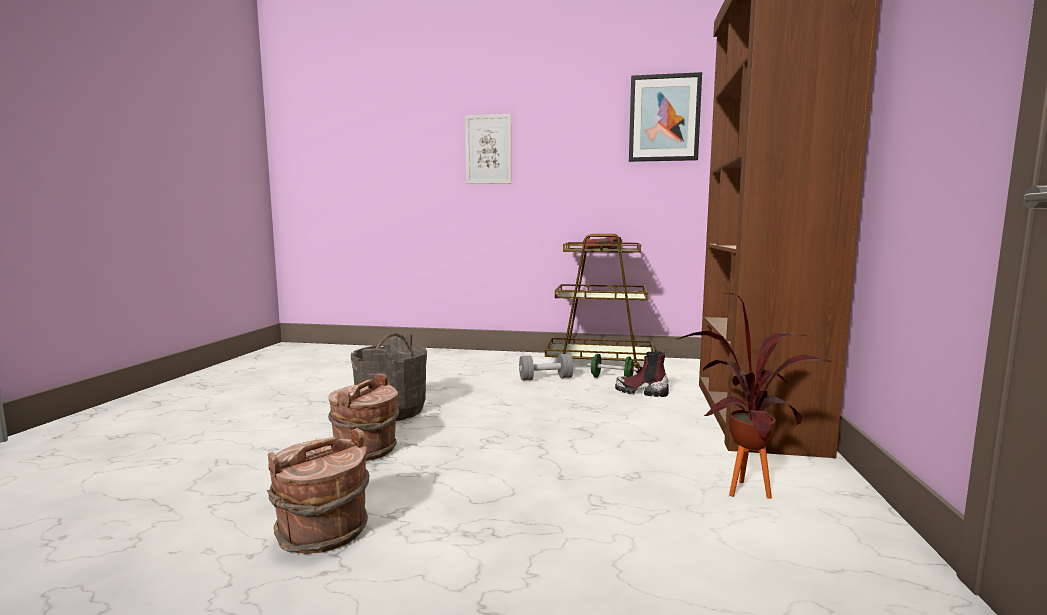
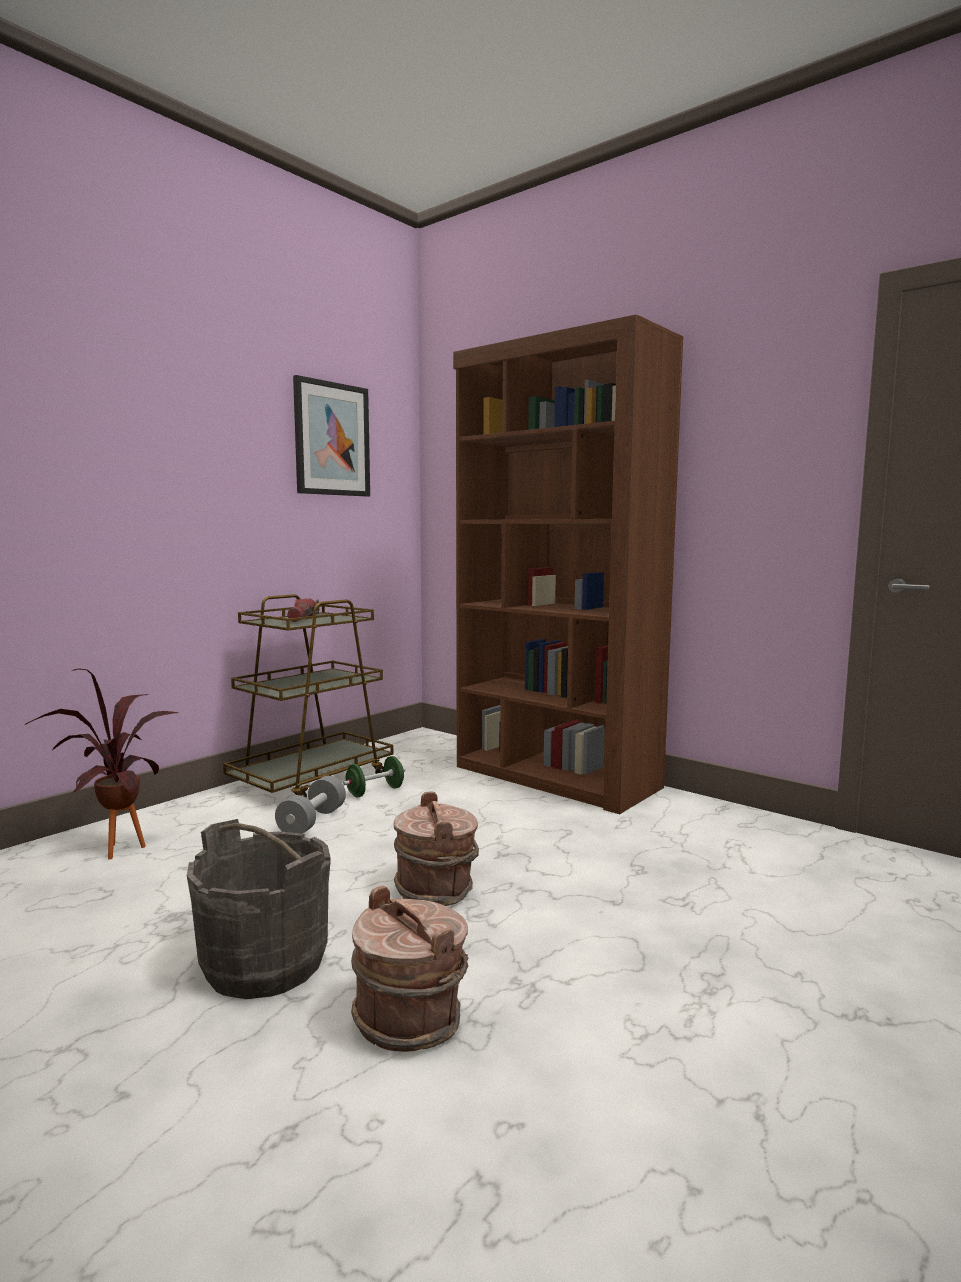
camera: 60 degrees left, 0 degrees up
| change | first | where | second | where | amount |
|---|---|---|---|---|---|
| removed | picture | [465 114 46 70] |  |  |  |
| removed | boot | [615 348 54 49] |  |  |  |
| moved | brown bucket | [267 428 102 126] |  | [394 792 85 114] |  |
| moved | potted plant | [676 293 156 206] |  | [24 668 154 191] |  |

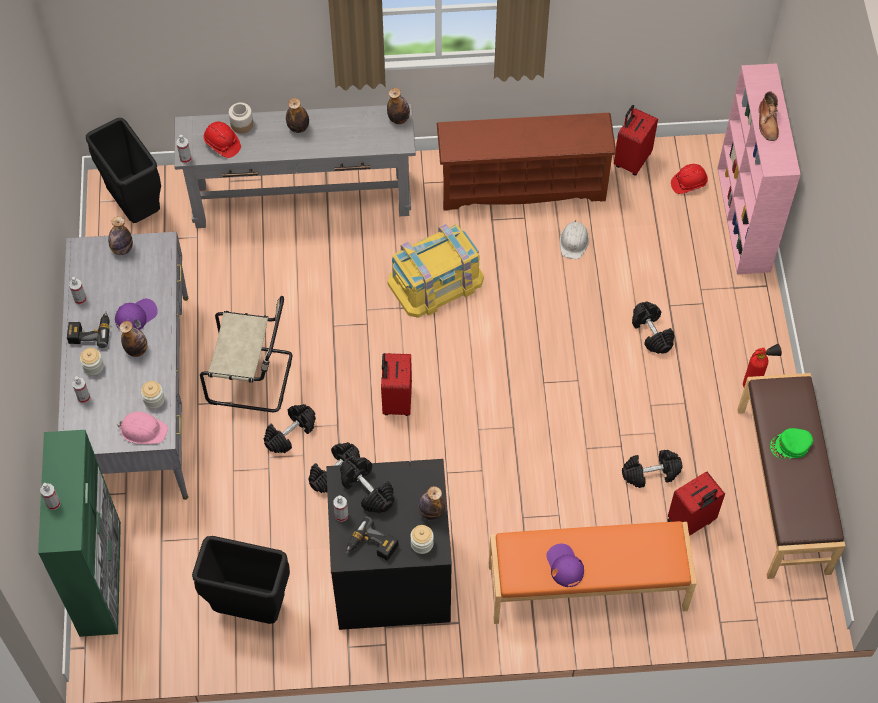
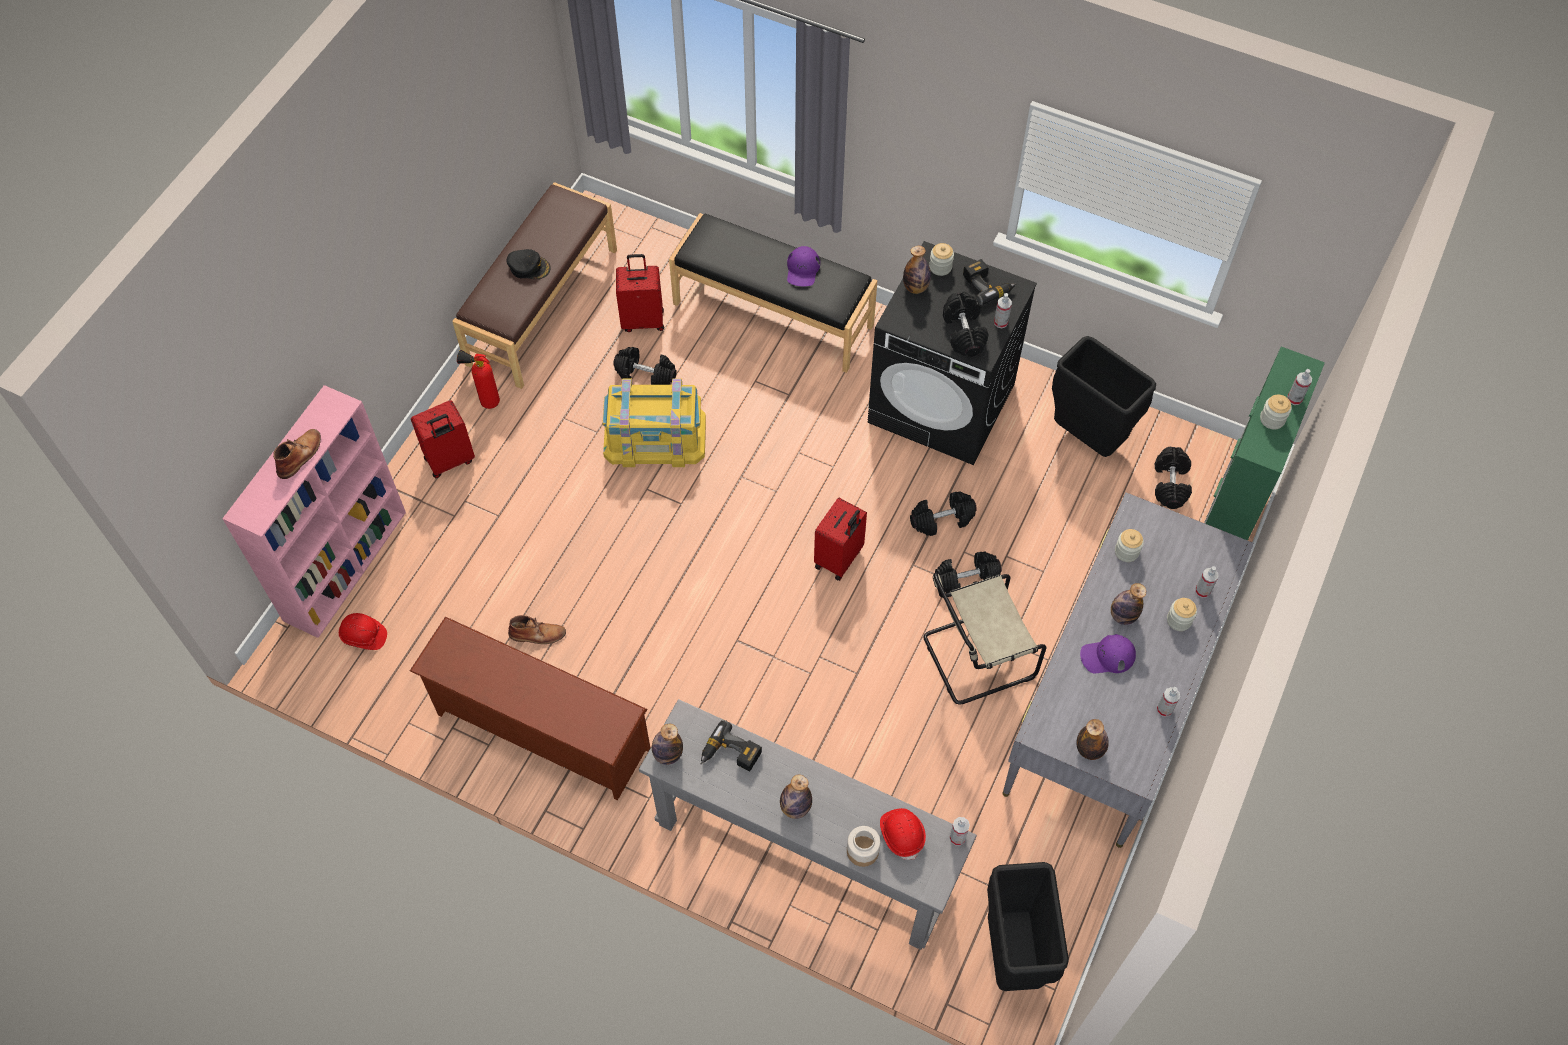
camera: 150 degrees left, 0 degrees up
| change | first | where | second | where | amount |
|---|---|---|---|---|---|
| removed | pink hard hat | [117 412 51 32] |  |  |  |
| added |  |  | jar | [1260 395 32 35] |  |
| moved | power drill | [67 312 43 36] |  | [701 720 61 52] |  |
| moved | yellow storage box | [388 223 96 95] |  | [602 378 104 89] |  |
| moved | red suitcase | [614 105 44 71] |  | [411 400 64 78] |  |
| moved | black dumbbell | [632 301 43 53] |  | [1155 447 37 62] |  |
| replaced | white hard hat | [560 220 29 39] | brown boot | [508 615 58 29] |  |
| recoloured | orange bench | [489 521 208 103] | black bench | [669 213 208 160] |  |
| recoloured | green cap | [770 428 43 31] | black cap | [506 249 45 30] |  |
| turned | beige chair | [200 296 92 116] |  | [923 573 123 132] | 60 degrees counterclockwise |

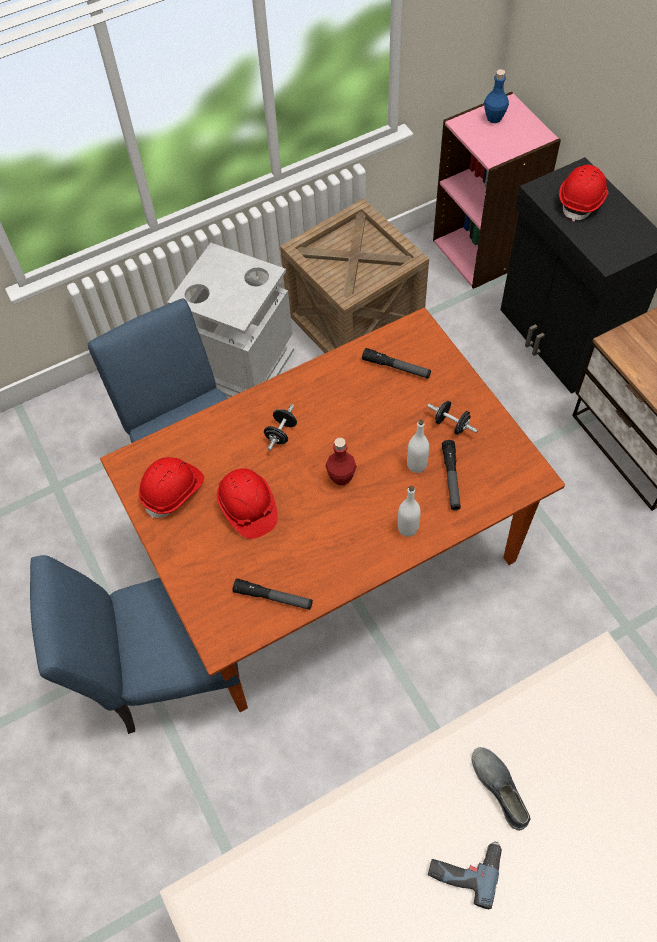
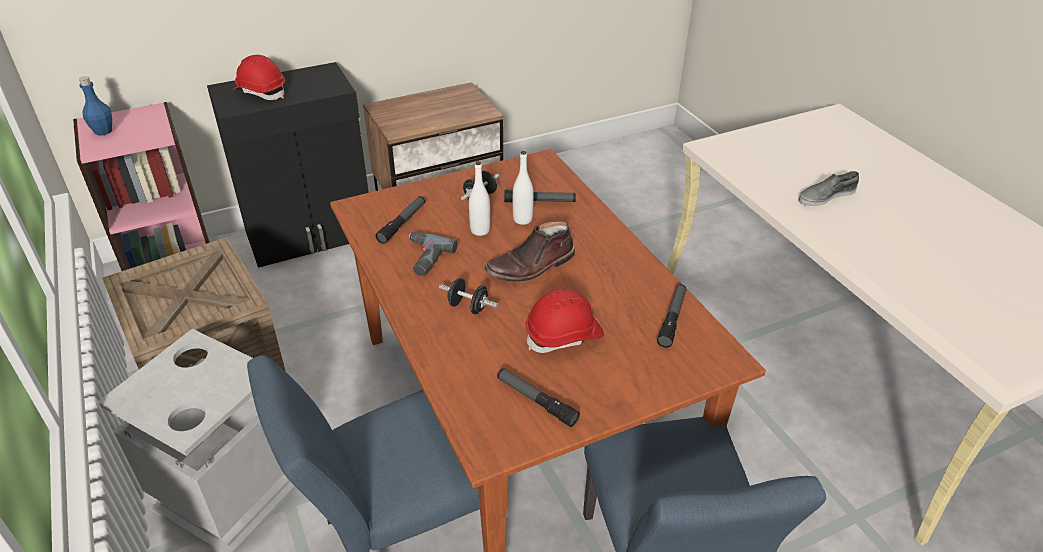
camera: 90 degrees left, 20 degrees down
| change | first | where | second | where | amount |
|---|---|---|---|---|---|
| moved | white bottle | [398 486 23 51] |  | [469 161 21 75] |  |
| moved | power drill | [428 841 74 68] |  | [408 231 50 45] |  |
| replaced | red hard hat | [139 457 65 62] | flashlight | [497 368 83 59] |  |
| replaced | red bottle | [326 438 31 47] | brown boot | [484 221 91 61] |  |

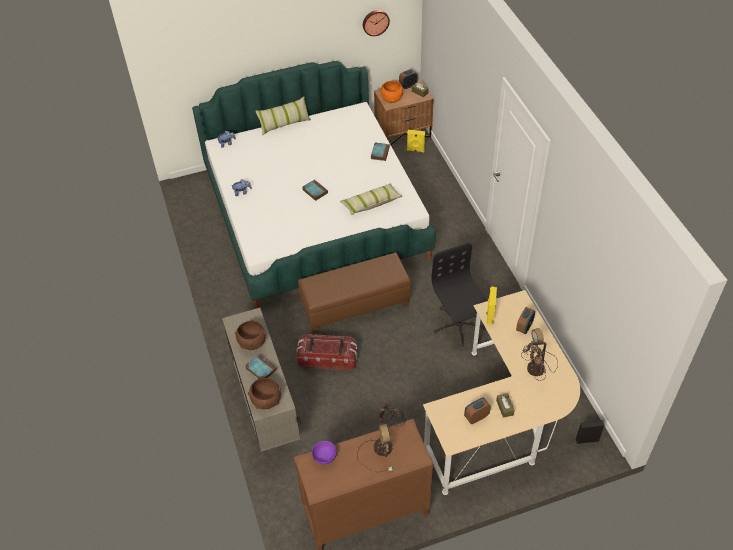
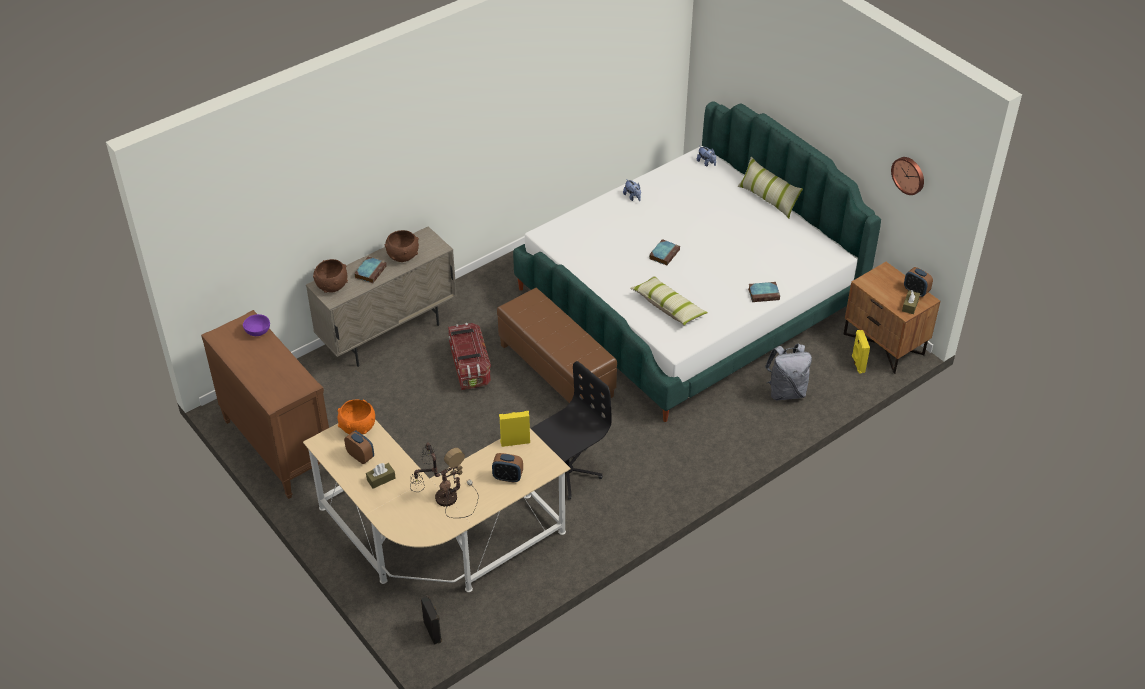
camera: 70 degrees right, 5 degrees down
| change | first | where | second | where | amount |
|---|---|---|---|---|---|
| removed | table lamp | [357 404 48 68] |  |  |  |
| added |  |  | grey backpack | [765 344 47 56] |  |
| moved | orange bowl | [381 81 22 22] |  | [338 399 37 35] |  |

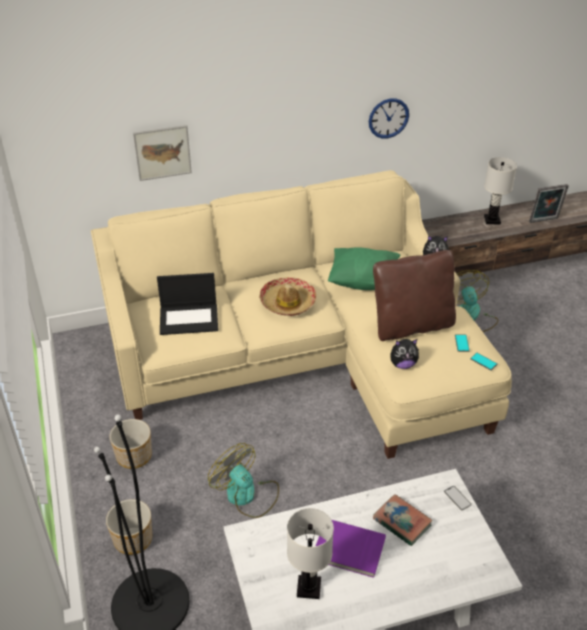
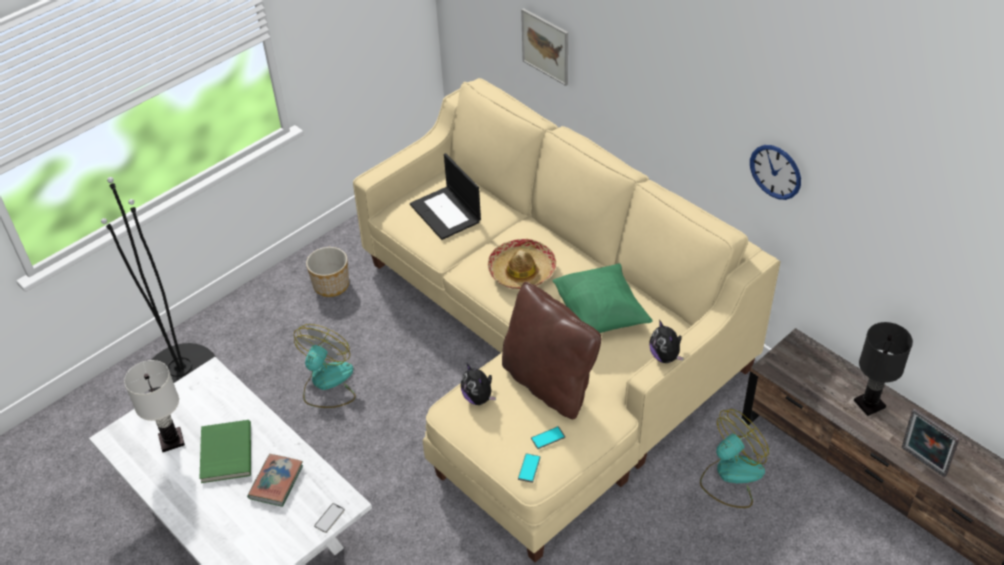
camera: 65 degrees right, 5 degrees up
| change | first | where | second | where | amount |
|---|---|---|---|---|---|
| removed | planter | [106 499 46 56] |  |  |  |
| recoloured | purple book | [316 520 70 58] | green book | [199 420 52 63] |  |
| recoloured | white table lamp | [484 157 33 67] | black table lamp | [854 322 59 94] |  |

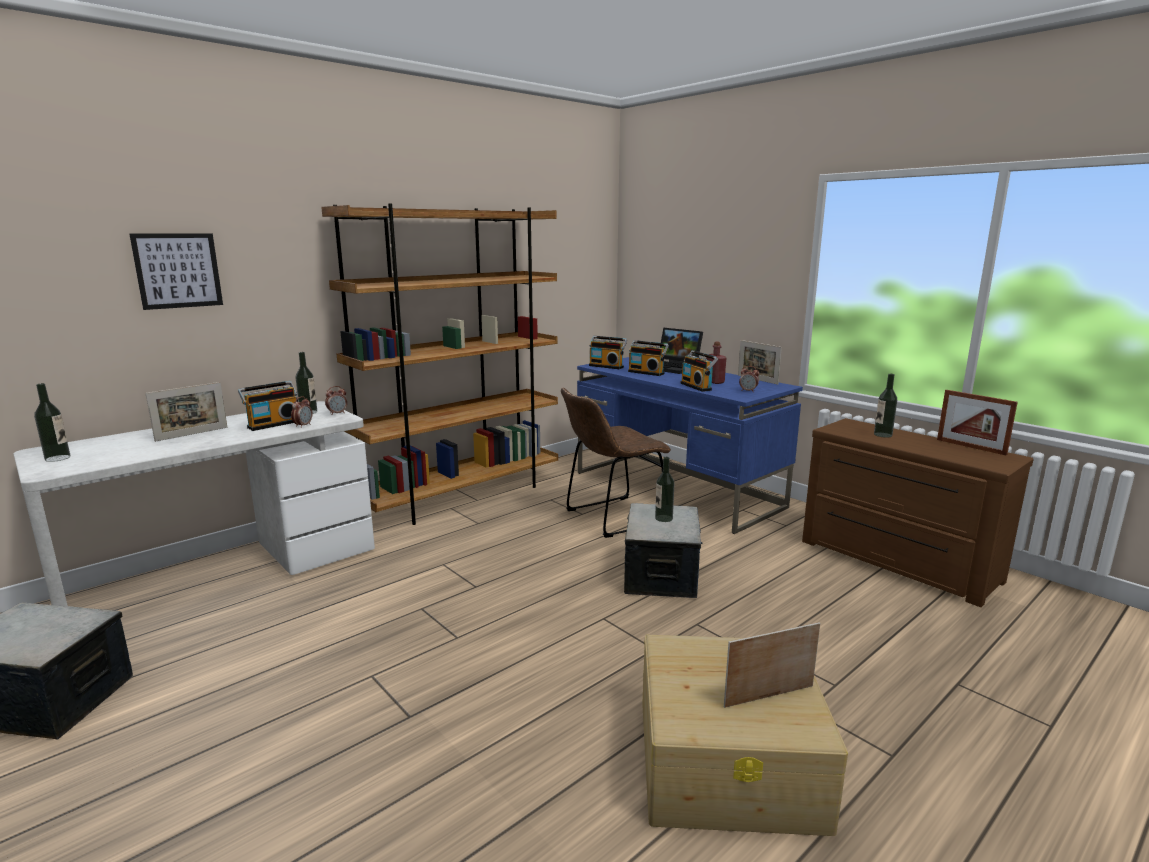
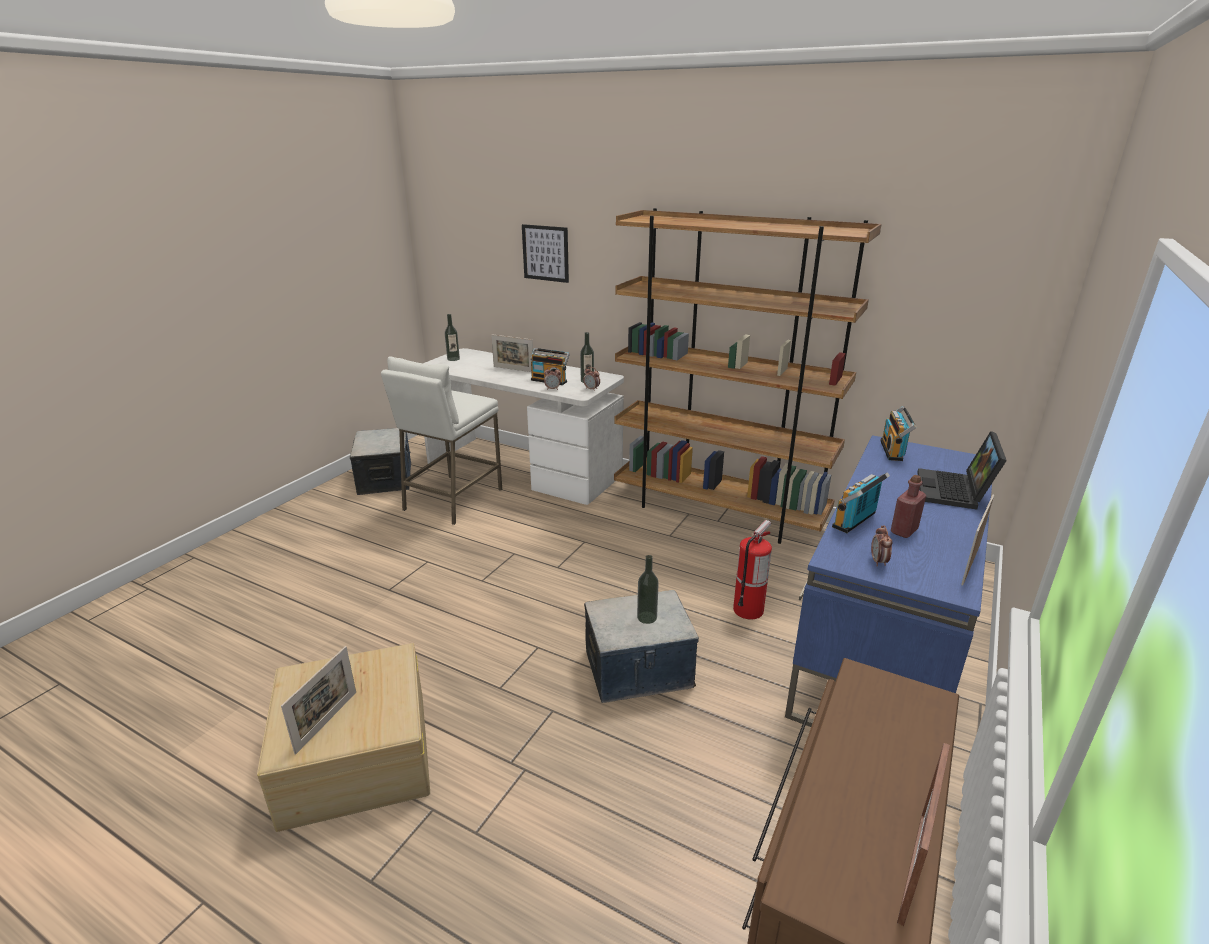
camera: 70 degrees right, 10 degrees up
| change | first | where | second | where | amount |
|---|---|---|---|---|---|
| removed | radio | [628 340 41 36] |  |  |  |
| removed | bottle | [874 374 23 64] |  |  |  |
| added |  |  | white stool | [381 356 122 169] |  |
| replaced | brown chair | [561 388 110 150] | fire extinguisher | [733 520 39 99] |  |
| turned | picture frame | [724 622 96 86] |  | [281 646 75 109] | 60 degrees clockwise |

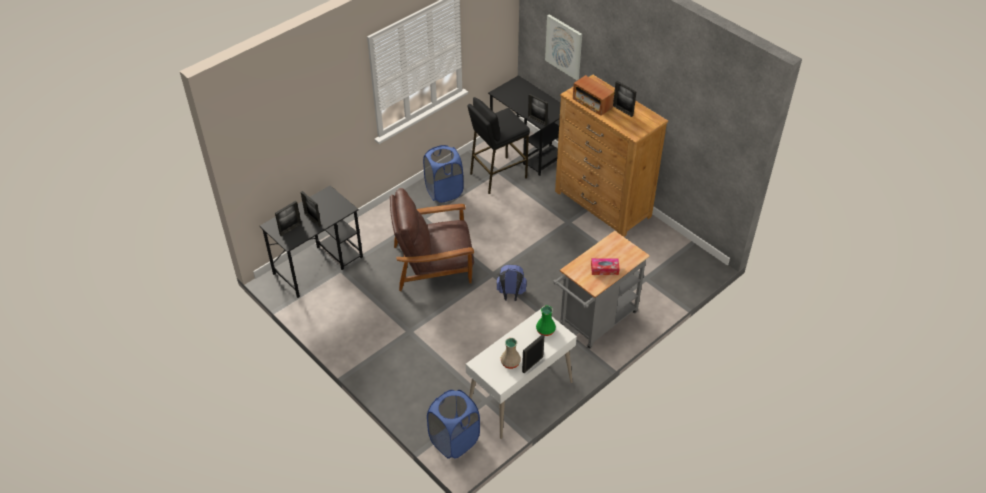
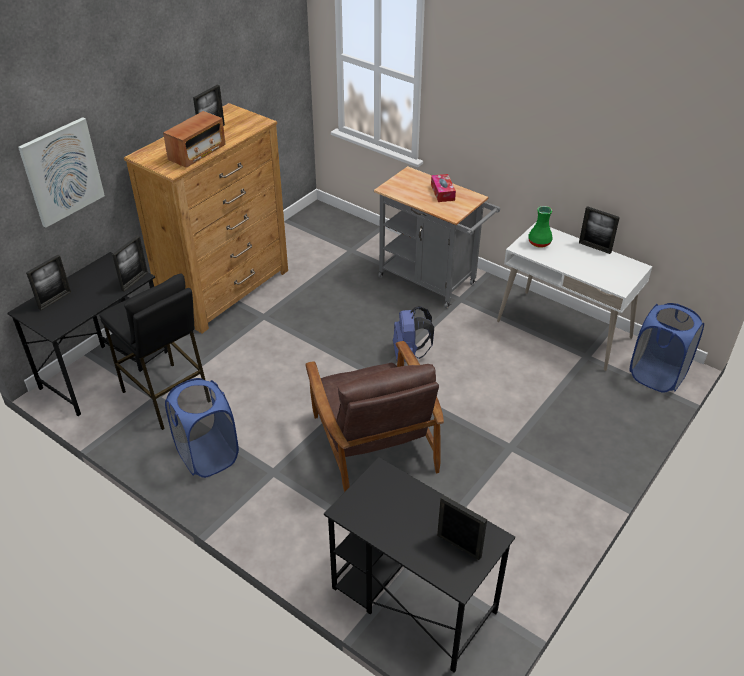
camera: 100 degrees left, 5 degrees down
| change | first | where | second | where | amount |
|---|---|---|---|---|---|
| removed | beige vase | [501 338 20 31] |  |  |  |
| moved | picture frame | [301 191 20 36] |  | [26 255 45 55] |  |

